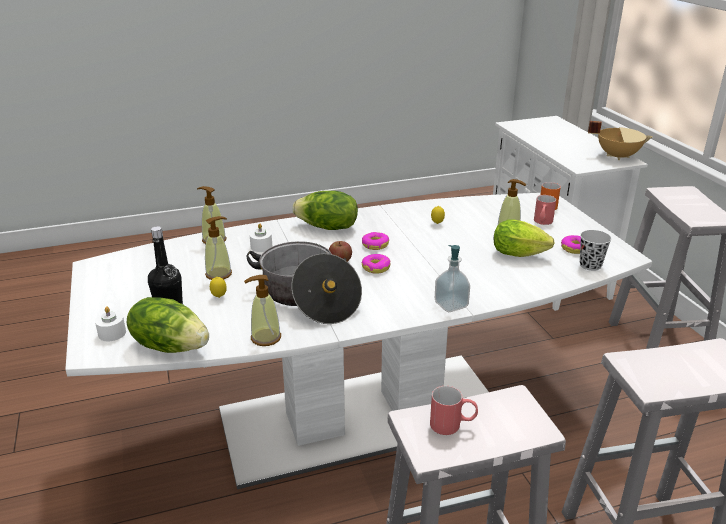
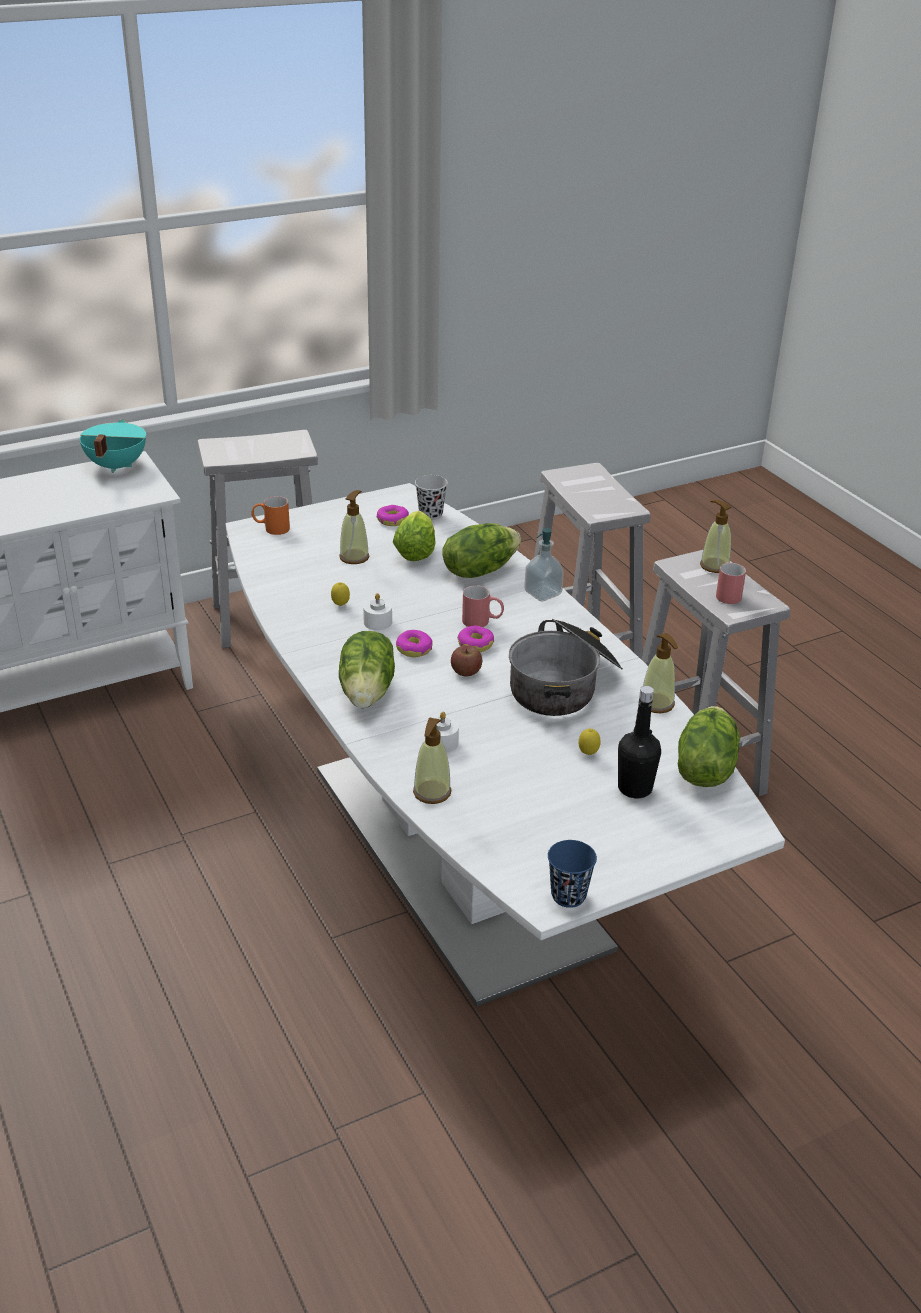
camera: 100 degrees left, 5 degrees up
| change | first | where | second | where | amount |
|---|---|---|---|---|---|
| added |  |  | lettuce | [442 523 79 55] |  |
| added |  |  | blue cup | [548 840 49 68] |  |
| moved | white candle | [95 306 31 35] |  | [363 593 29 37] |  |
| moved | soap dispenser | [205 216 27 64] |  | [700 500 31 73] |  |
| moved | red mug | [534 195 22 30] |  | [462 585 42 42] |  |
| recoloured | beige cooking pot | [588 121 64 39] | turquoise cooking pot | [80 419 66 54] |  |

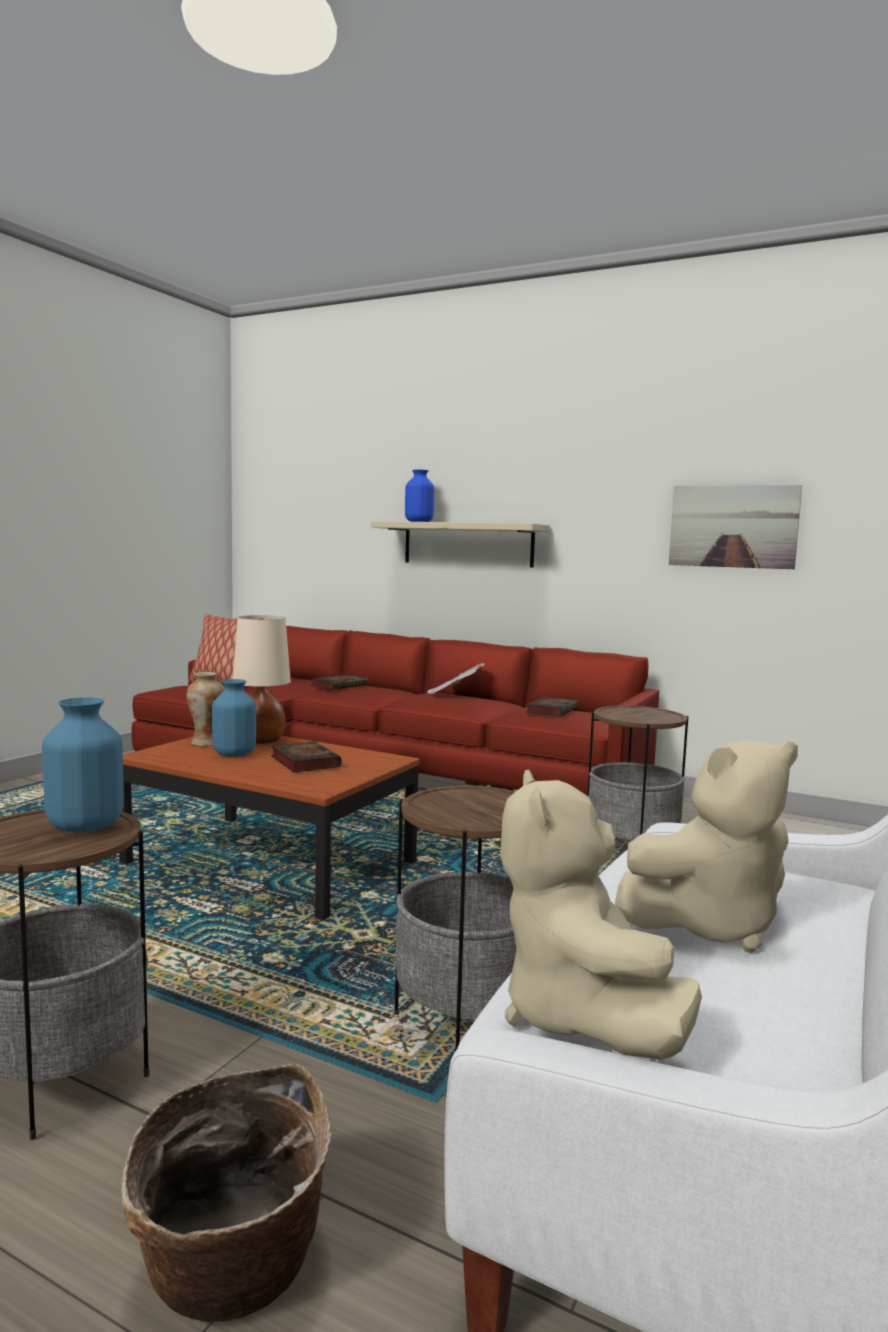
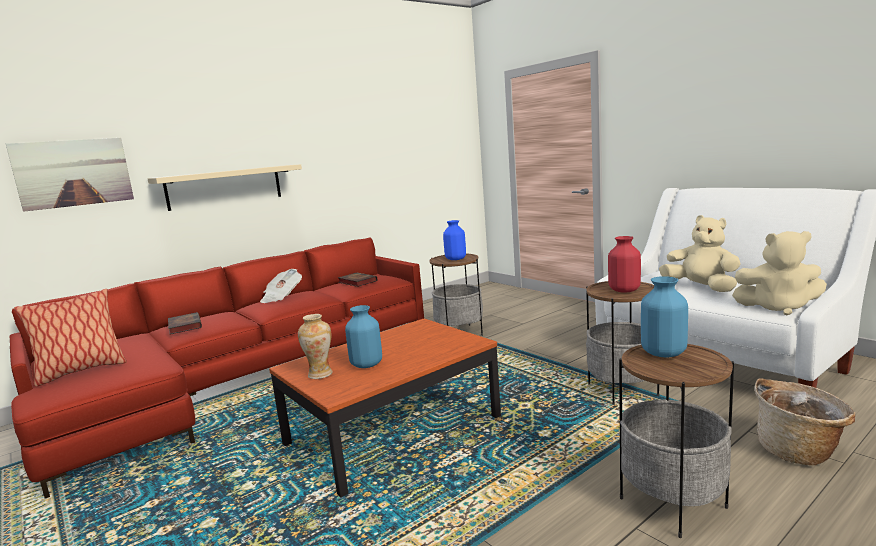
camera: 65 degrees left, 5 degrees up
| change | first | where | second | where | amount |
|---|---|---|---|---|---|
| removed | beige table lamp | [232 615 59 129] |  |  |  |
| removed | book | [271 741 70 32] |  |  |  |
| added |  |  | red vase | [608 236 33 57] |  |
| moved | blue vase | [405 470 29 52] |  | [443 220 23 40] |  |
| moved | picture | [669 485 133 84] |  | [6 138 128 74] |  |
| turned | beige plush toy | [615 740 183 213] |  | [659 215 82 77] | 45 degrees counterclockwise |

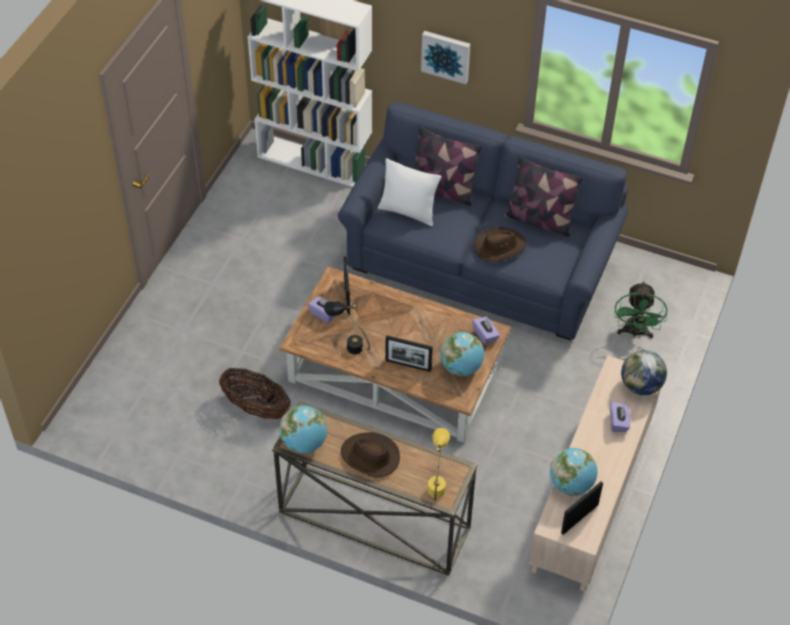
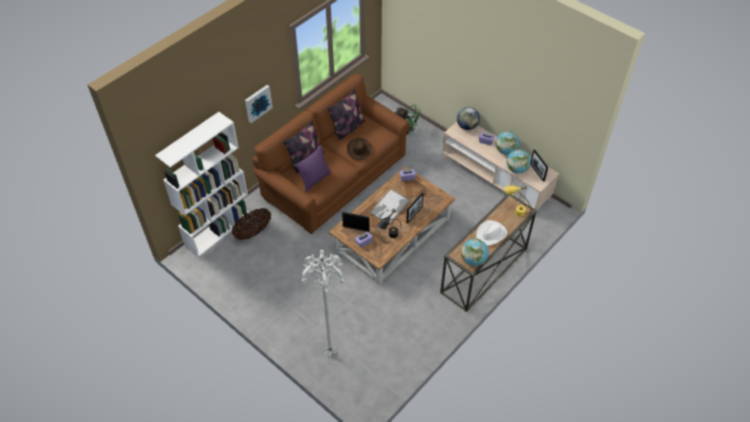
camera: 70 degrees left, 0 degrees up
| change | first | where | second | where | amount |
|---|---|---|---|---|---|
| added |  |  | white floor lamp | [302 250 42 107] |  |
| added |  |  | tray | [370 189 40 35] |  |
| moved | basket | [219 368 72 51] |  | [232 208 39 32] |  |
| moved | globe | [440 332 44 44] |  | [496 131 23 24] |  |
| recoloured | blue sofa | [338 102 290 239] | brown sofa | [252 74 158 160] |  |
| recoloured | brown hat | [341 432 59 46] | white hat | [476 220 31 26] |  |
| recoloured | white pillow | [378 158 63 68] | purple pillow | [296 145 35 47] |  |

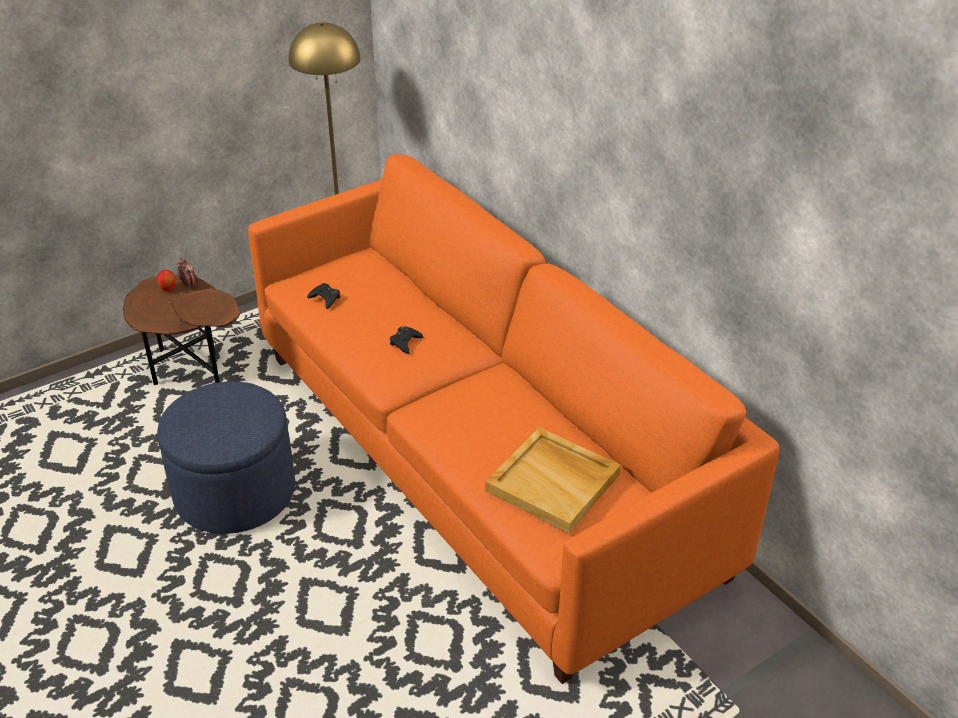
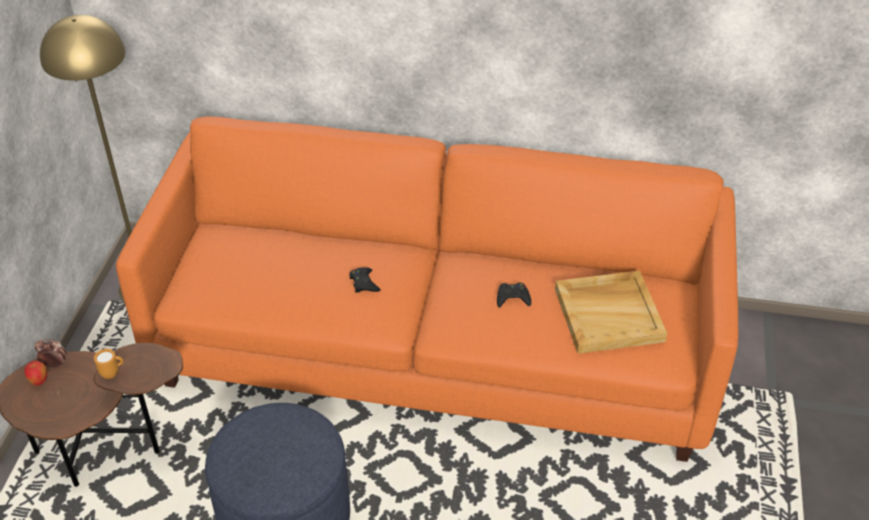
camera: 45 degrees left, 5 degrees up
| change | first | where | second | where | amount |
|---|---|---|---|---|---|
| added |  |  | orange mug | [94 349 30 30] |  |
| moved | black game controller | [307 283 33 26] |  | [497 283 34 25] |  |

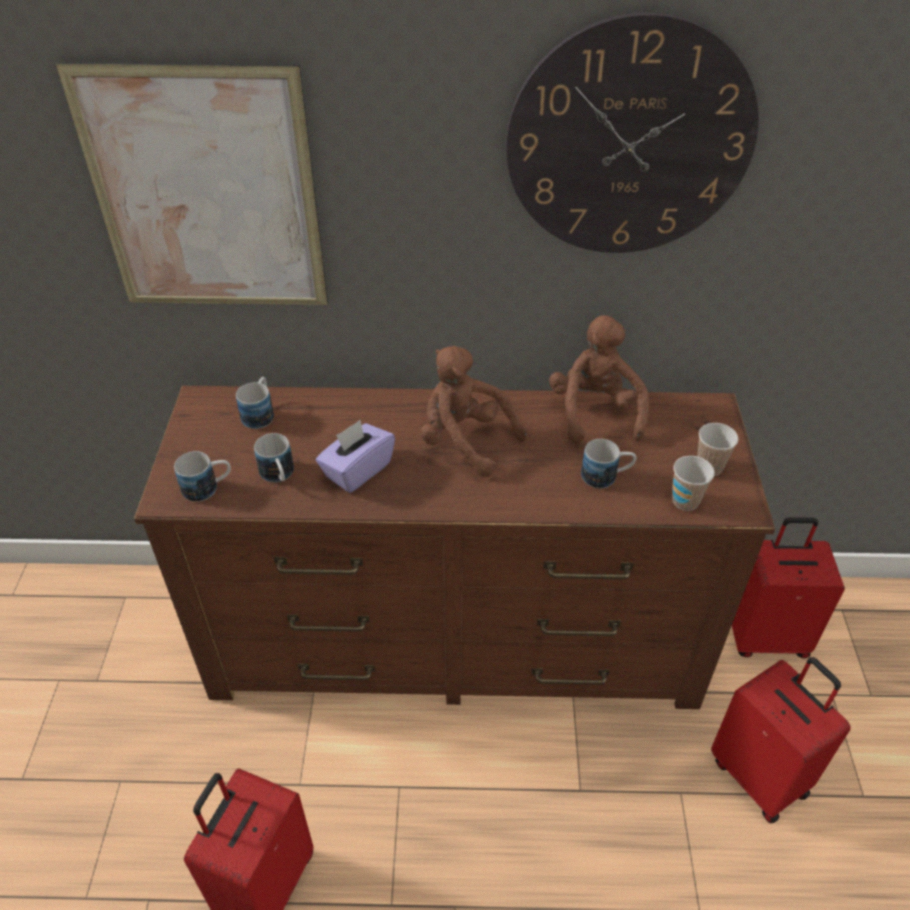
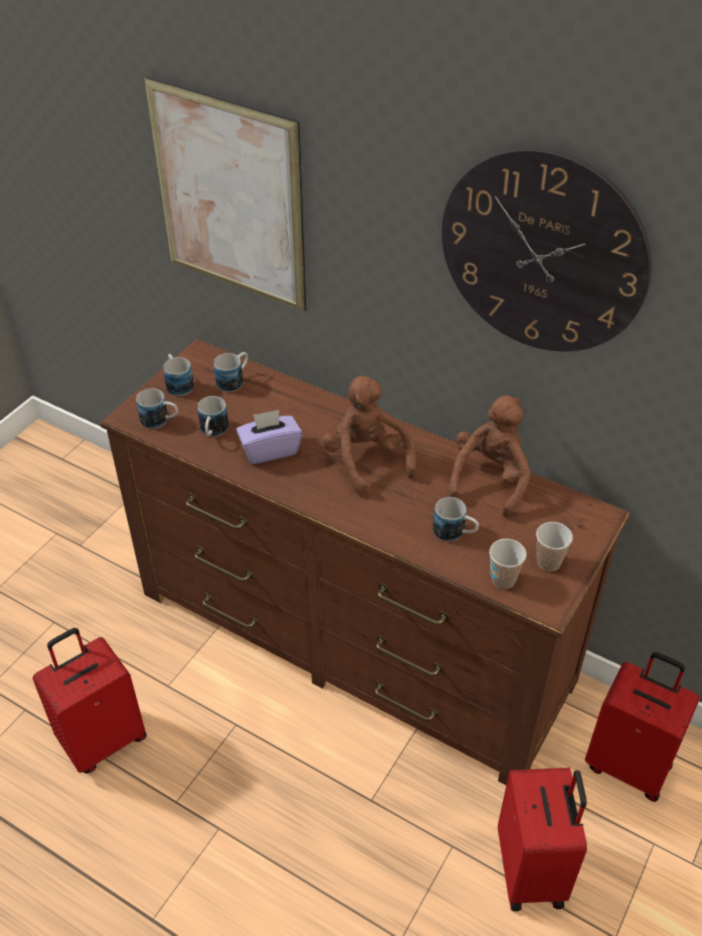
camera: 30 degrees right, 0 degrees up
| change | first | where | second | where | amount |
|---|---|---|---|---|---|
| added |  |  | mug | [163 354 31 42] |  |

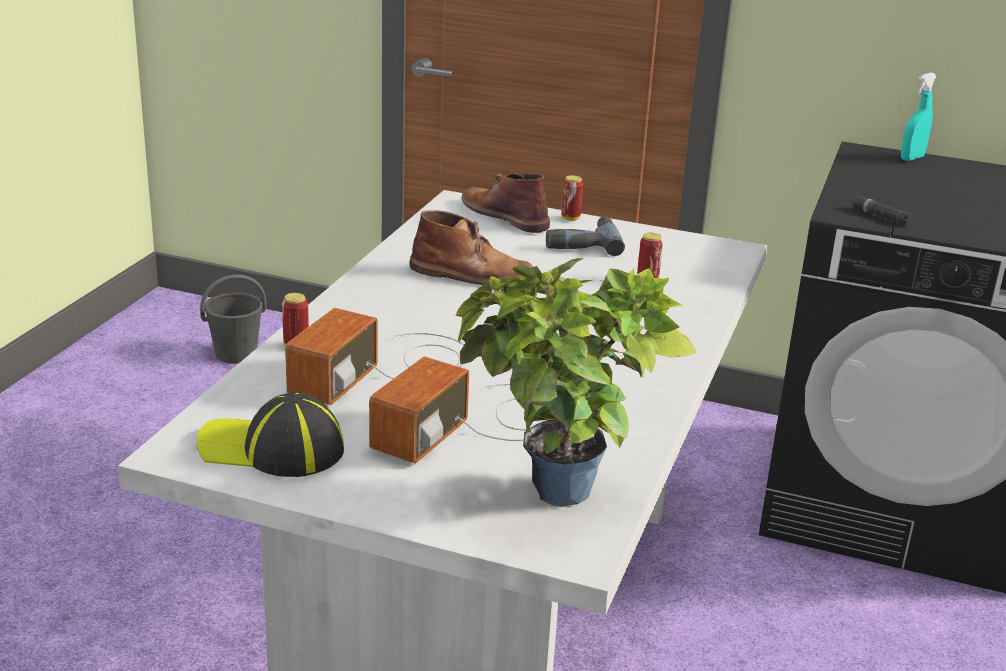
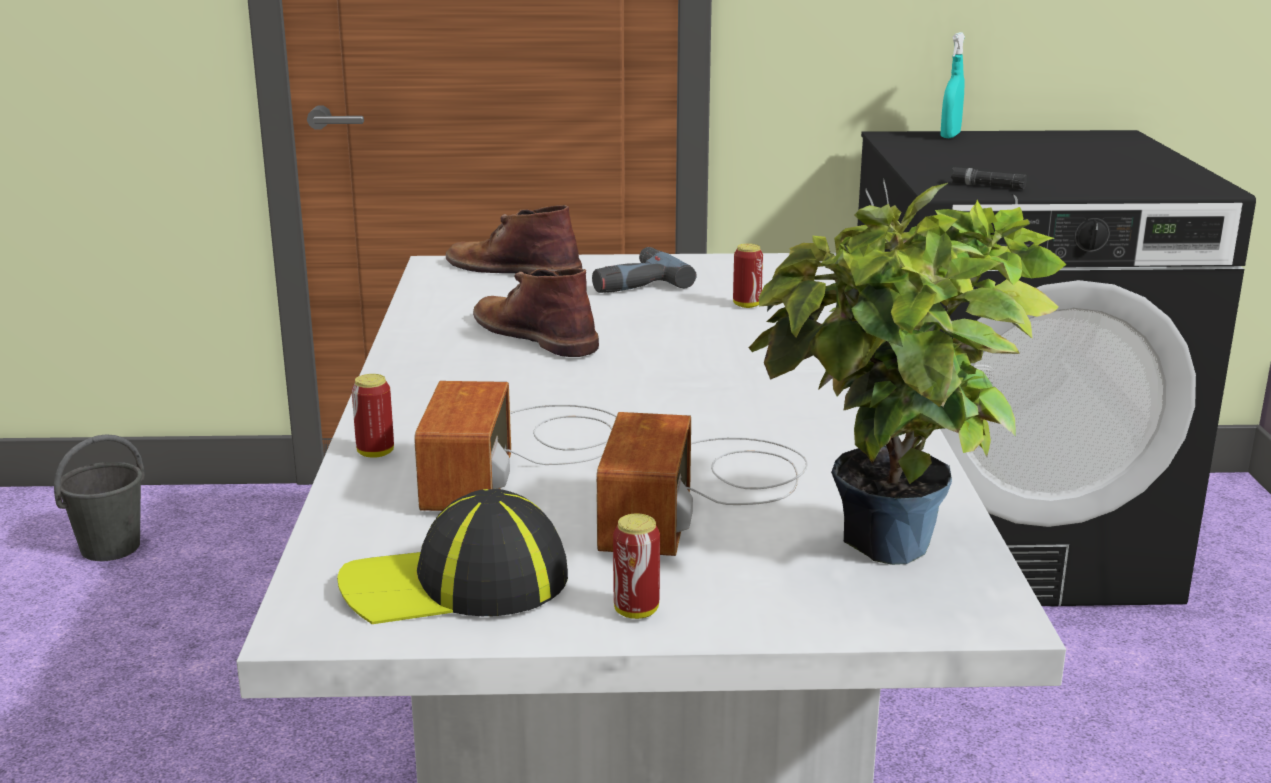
camera: 20 degrees left, 5 degrees down
| change | first | where | second | where | amount |
|---|---|---|---|---|---|
| moved | can | [561 175 22 46] |  | [613 513 47 106] |  |
| turned | brown boot | [410 210 123 75] |  | [473 268 126 89] | 120 degrees counterclockwise |

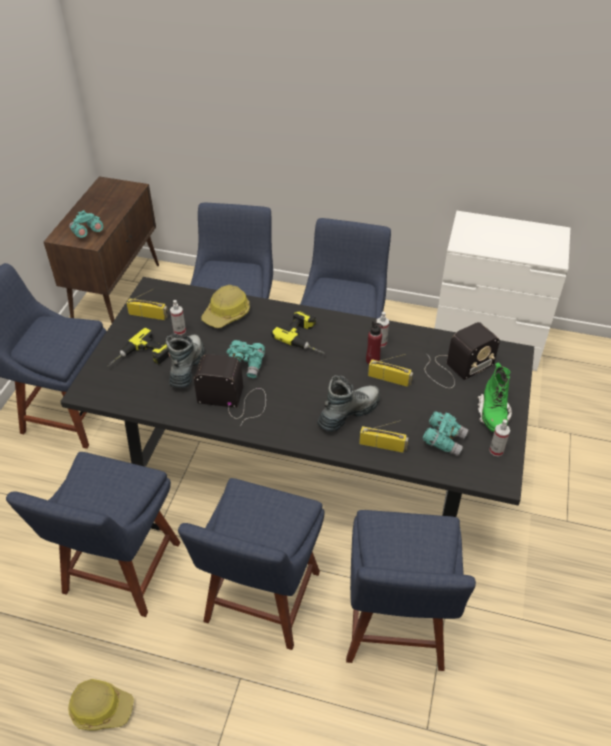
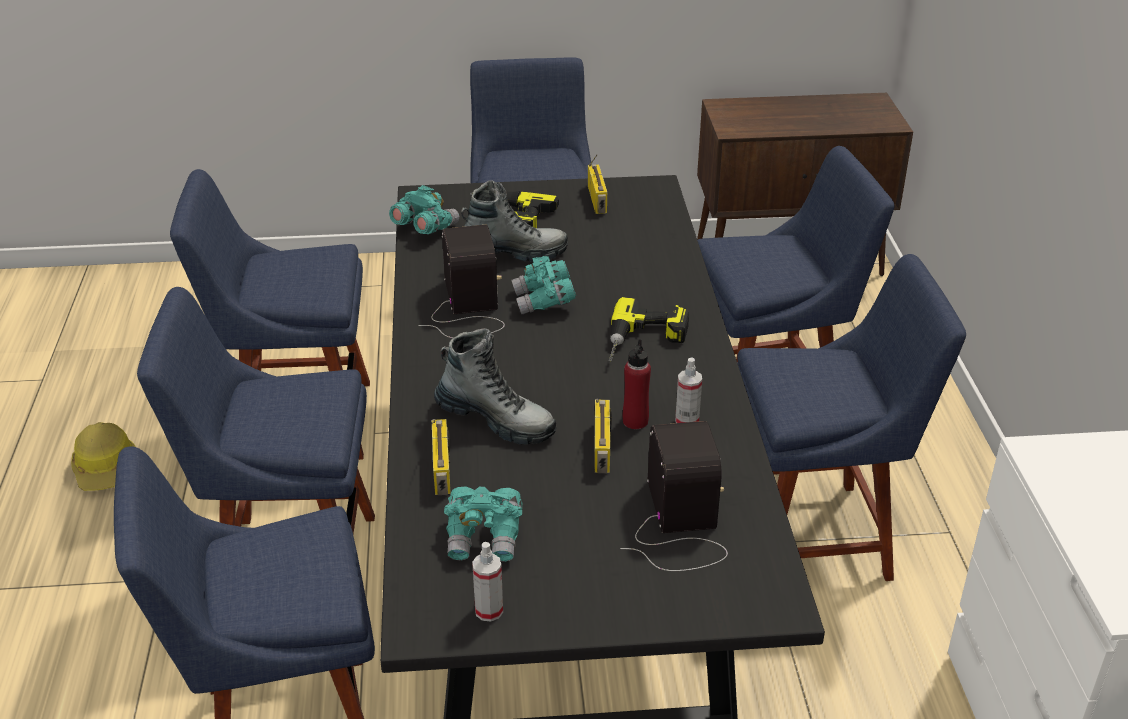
camera: 70 degrees right, 10 degrees down
| change | first | where | second | where | amount |
|---|---|---|---|---|---|
| removed | spray bottle | [170 300 16 35] |  |  |  |
| removed | hard hat | [201 285 49 43] |  |  |  |
| removed | green boot | [477 362 35 70] |  |  |  |
| moved | turquoise binoculars | [69 210 34 28] |  | [389 185 71 49] |  |
| turned | radio | [425 322 75 66] |  | [620 421 108 150] | 135 degrees counterclockwise |

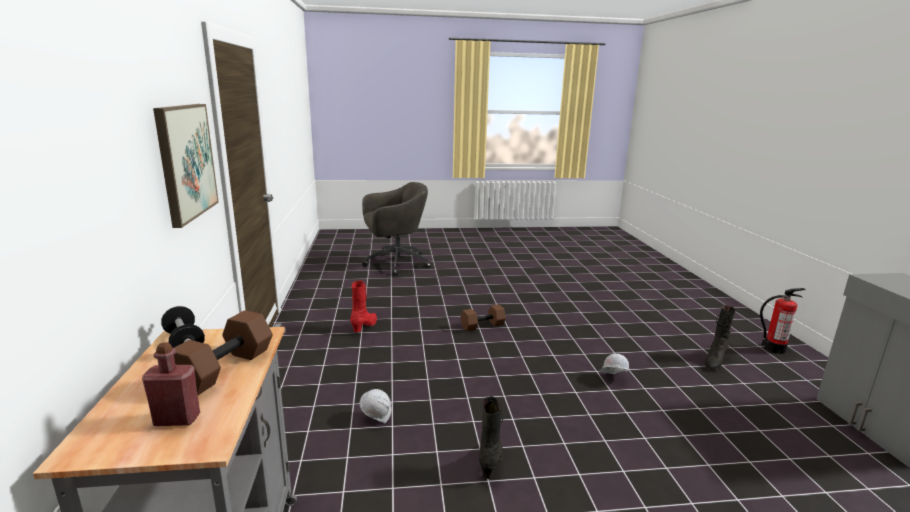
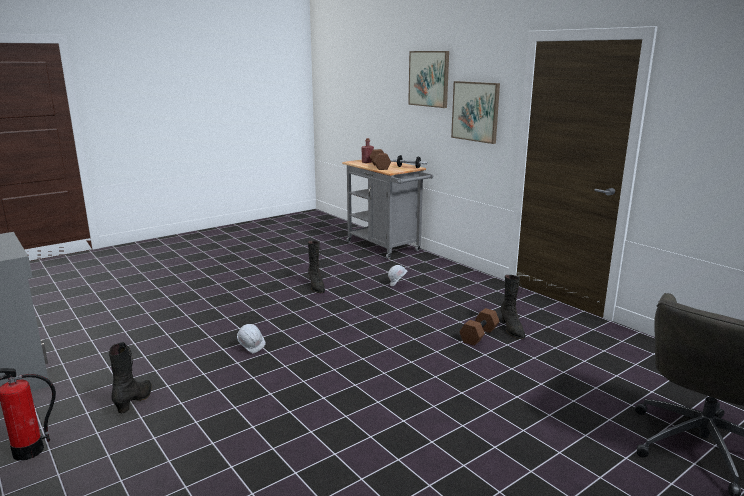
camera: 150 degrees right, 0 degrees up
| change | first | where | second | where | amount |
|---|---|---|---|---|---|
| added |  |  | picture | [408 51 41 57] |  |
| moved | brown dumbbell | [461 305 45 26] |  | [459 308 41 38] |  |
| recoloured | red boot | [350 280 27 52] | black boot | [500 275 25 64] |  |

